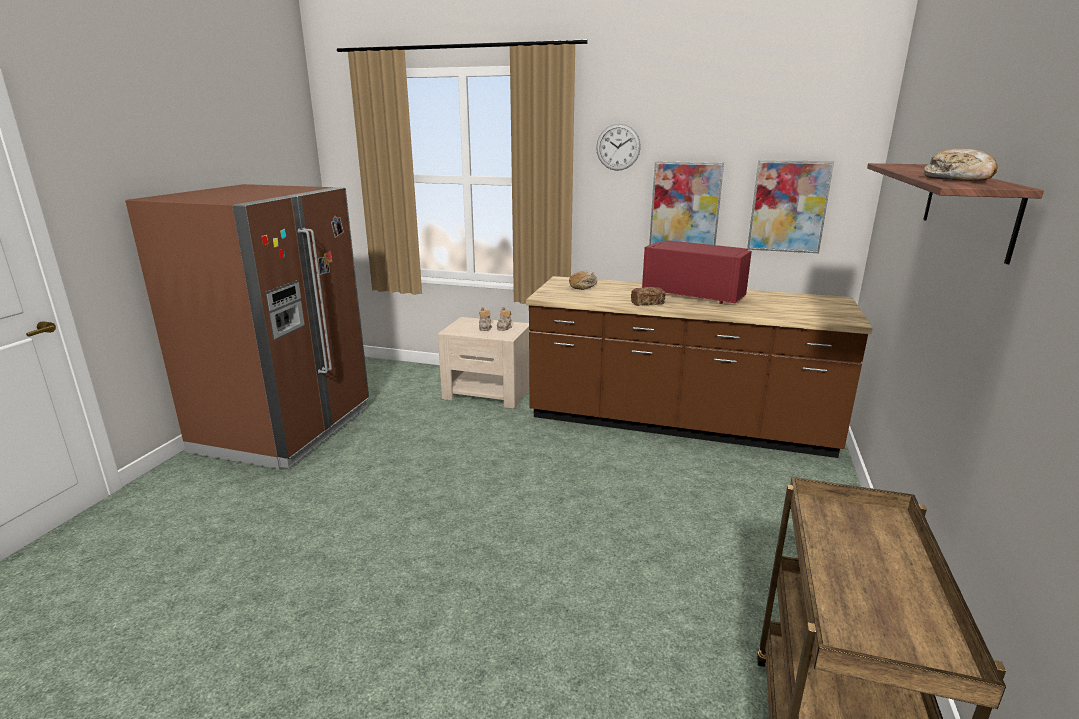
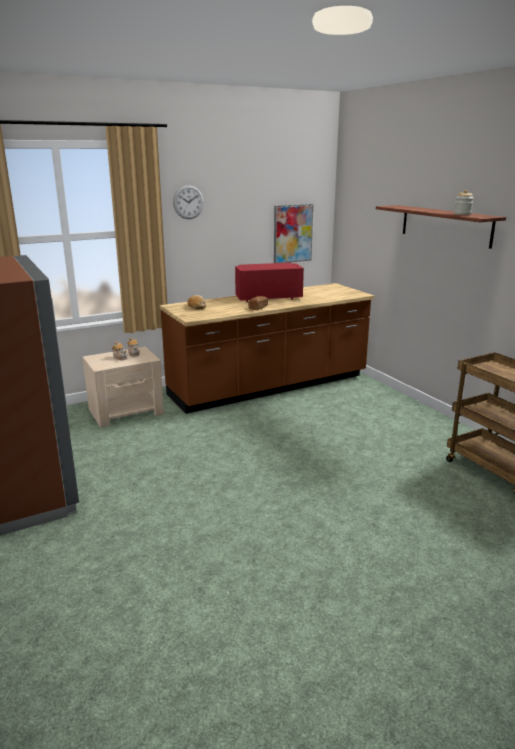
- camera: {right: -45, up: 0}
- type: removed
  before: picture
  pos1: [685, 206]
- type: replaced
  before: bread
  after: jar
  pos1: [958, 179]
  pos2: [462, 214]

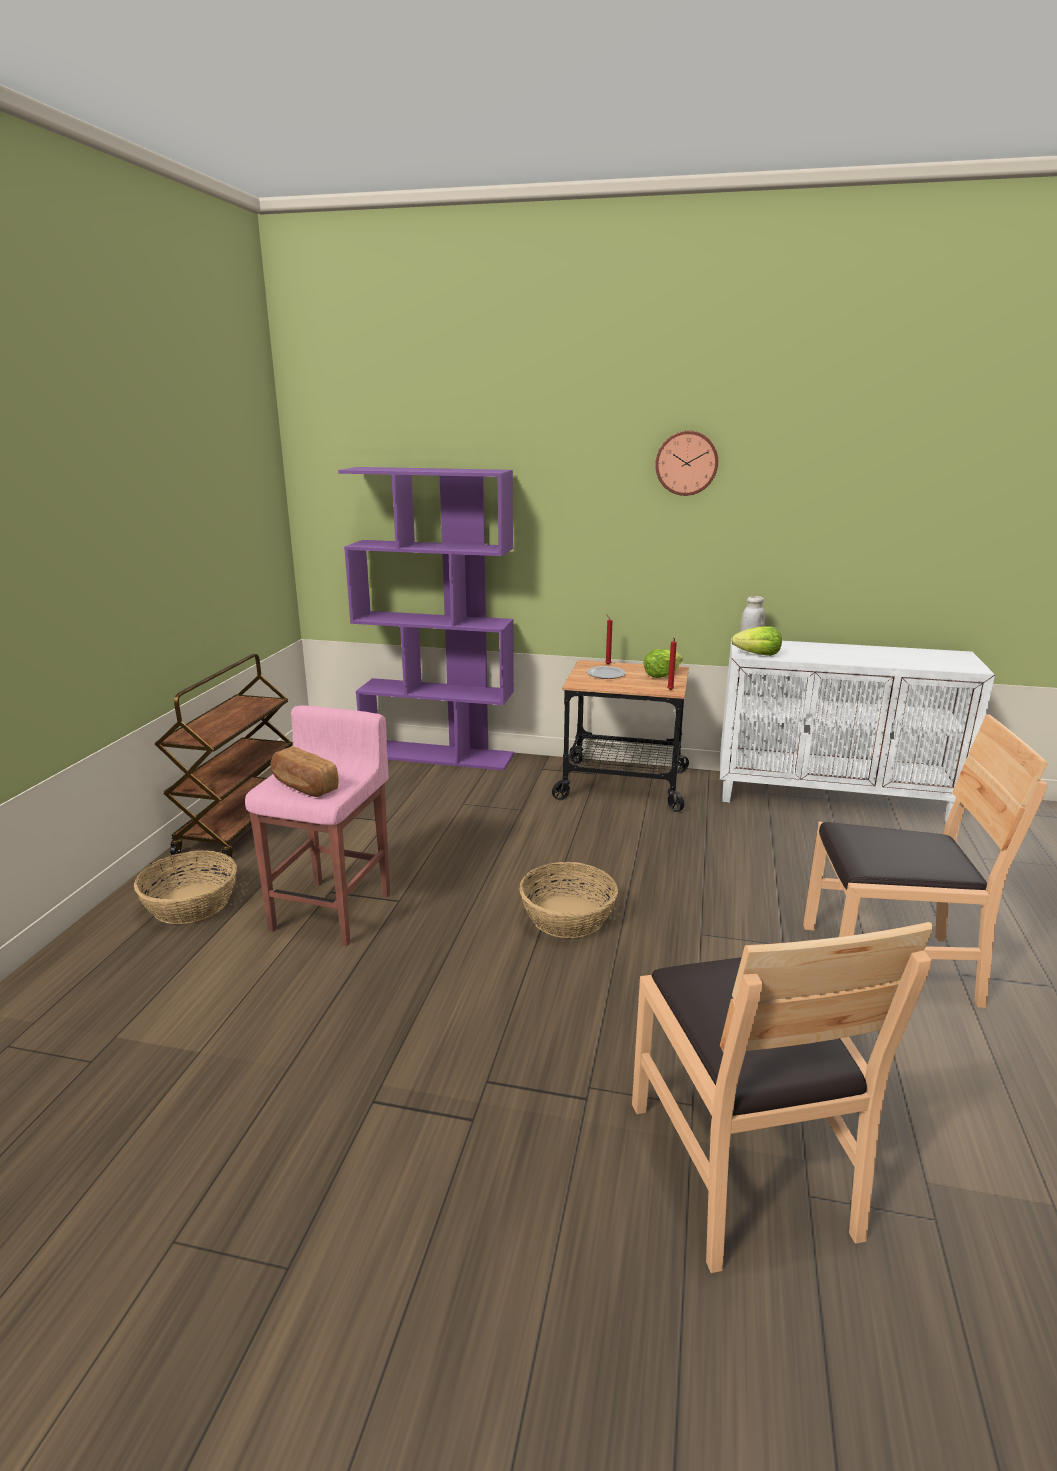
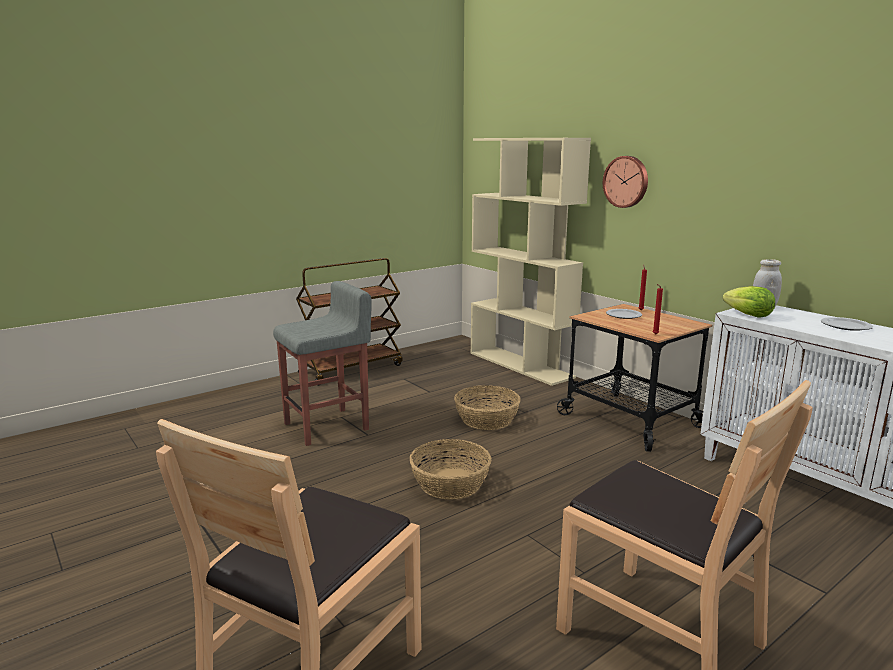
- camera: {right: 40, up: -5}
- type: moved
  before: basket
  pos1: [190, 904]
  pos2: [486, 419]
- type: recoloured
  before: pink_stool
  after: grey_stool
  pos1: [333, 910]
  pos2: [328, 426]
- type: removed
  before: bread
  pos1: [303, 786]
- type: recoloured
  before: purple_bookcase
  after: beige_bookcase
  pos1: [439, 755]
  pos2: [521, 365]
- type: removed
  before: lettuce
  pos1: [661, 675]
- type: moved
  before: wall_clock
  pos1: [686, 463]
  pos2: [626, 181]
- type: added
  after: plate
  pos2: [845, 326]

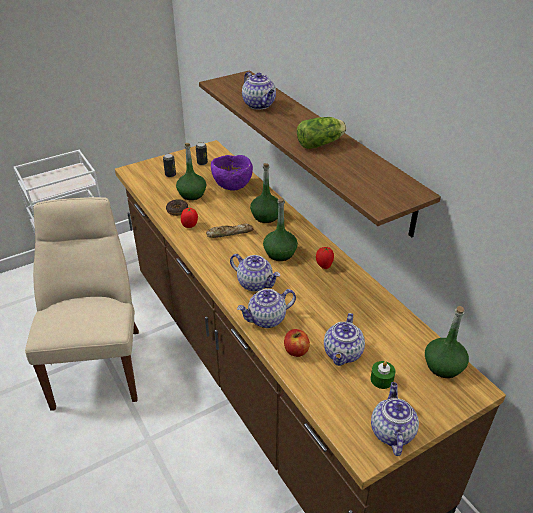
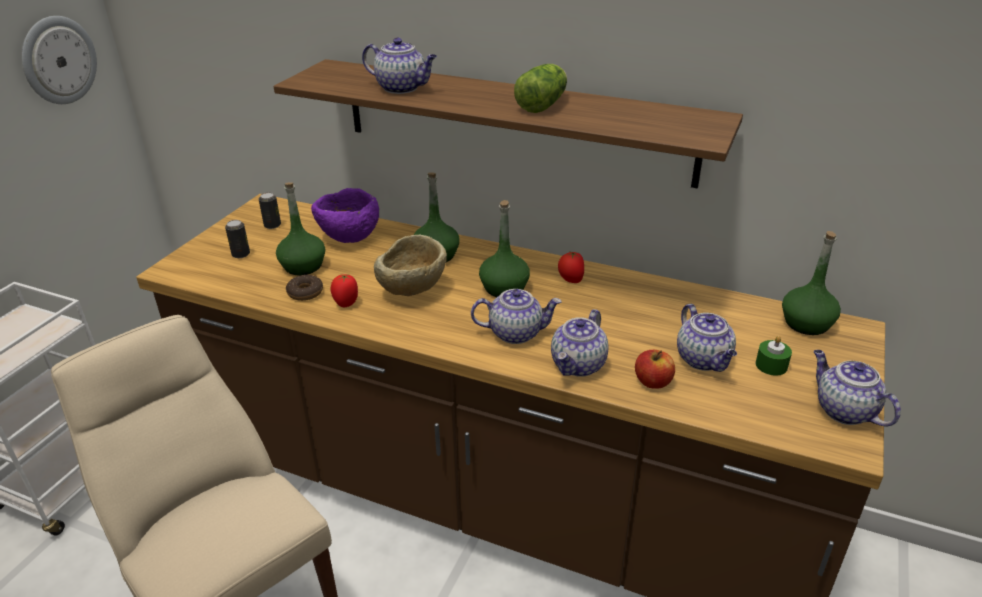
- camera: {right: -35, up: -5}
- type: replaced
  before: bread
  after: beige_bowl
  pos1: [229, 233]
  pos2: [412, 291]
- type: added
  after: wall_clock
  pos2: [58, 60]

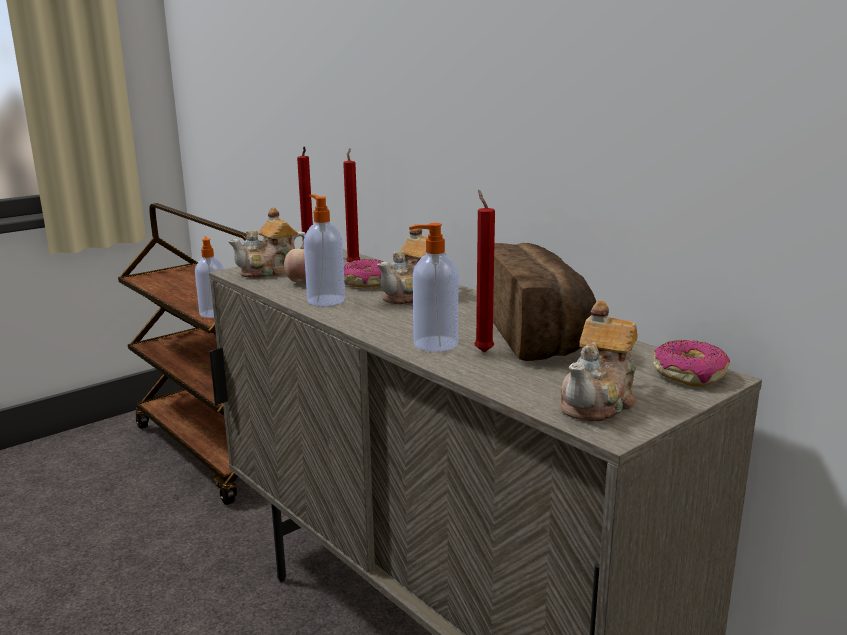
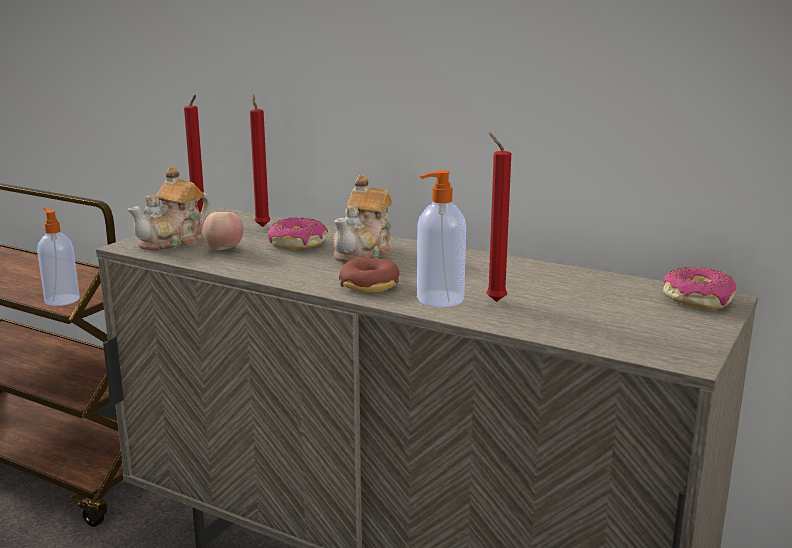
- camera: {right: -20, up: 0}
- type: removed
  before: soap_dispenser
  pos1: [325, 300]
- type: removed
  before: bread
  pos1: [538, 333]
- type: removed
  before: teapot
  pos1: [599, 402]
- type: added
  after: donut
  pos2: [369, 285]

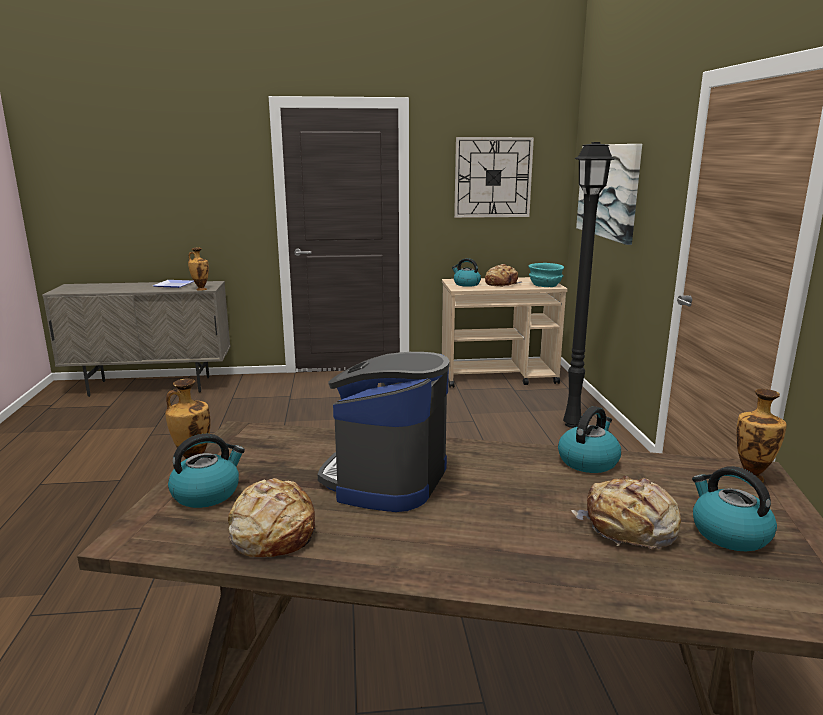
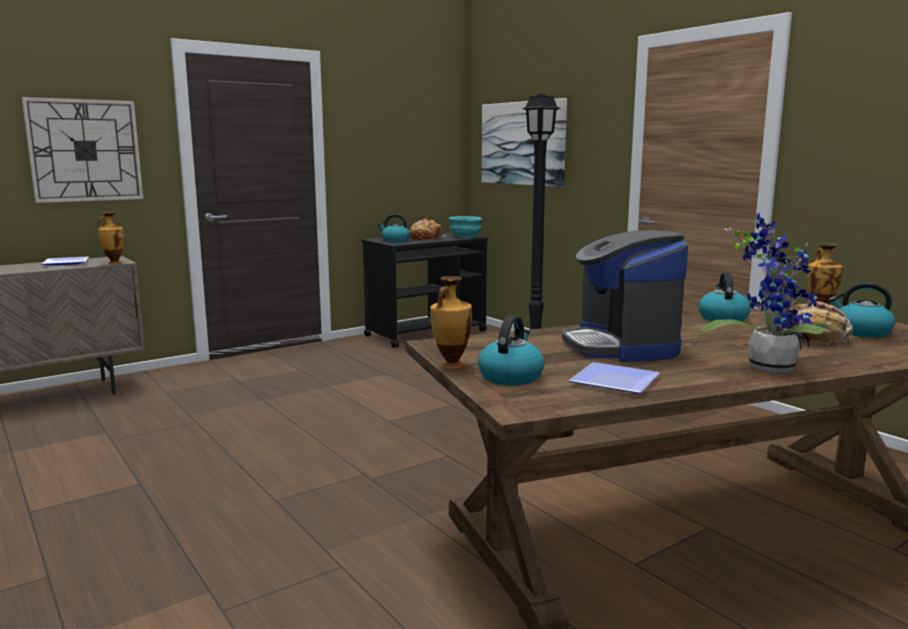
- camera: {right: -30, up: -5}
- type: replaced
  before: bread
  after: plate
  pos1: [272, 532]
  pos2: [616, 383]
- type: recoloured
  before: beige_cart
  after: black_cart
  pos1: [499, 377]
  pos2: [427, 333]
- type: moved
  before: wall_clock
  pos1: [493, 177]
  pos2: [85, 150]
- type: added
  after: potted_plant
  pos2: [767, 366]

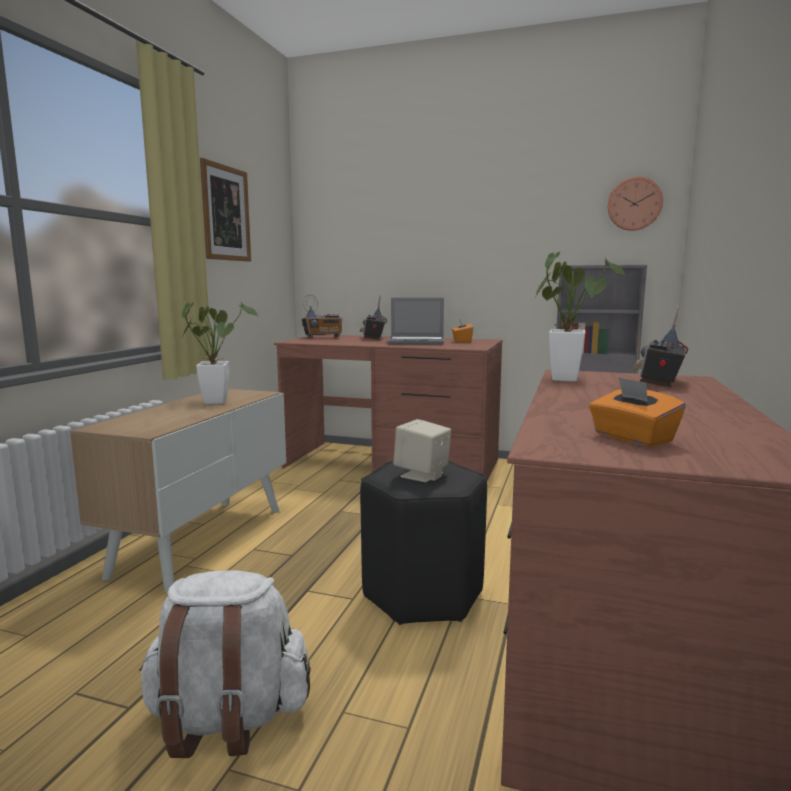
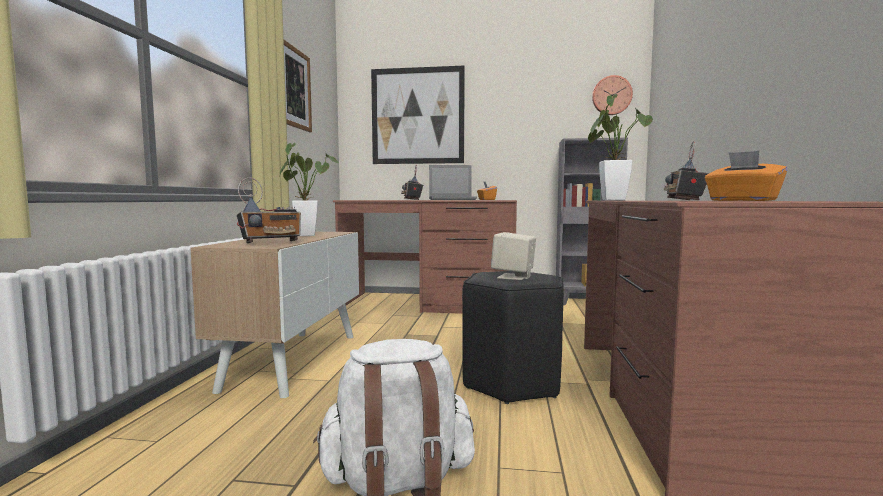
- camera: {right: -10, up: -5}
- type: moved
  before: radio
  pos1: [323, 337]
  pos2: [271, 242]
- type: added
  after: picture
  pos2: [417, 116]

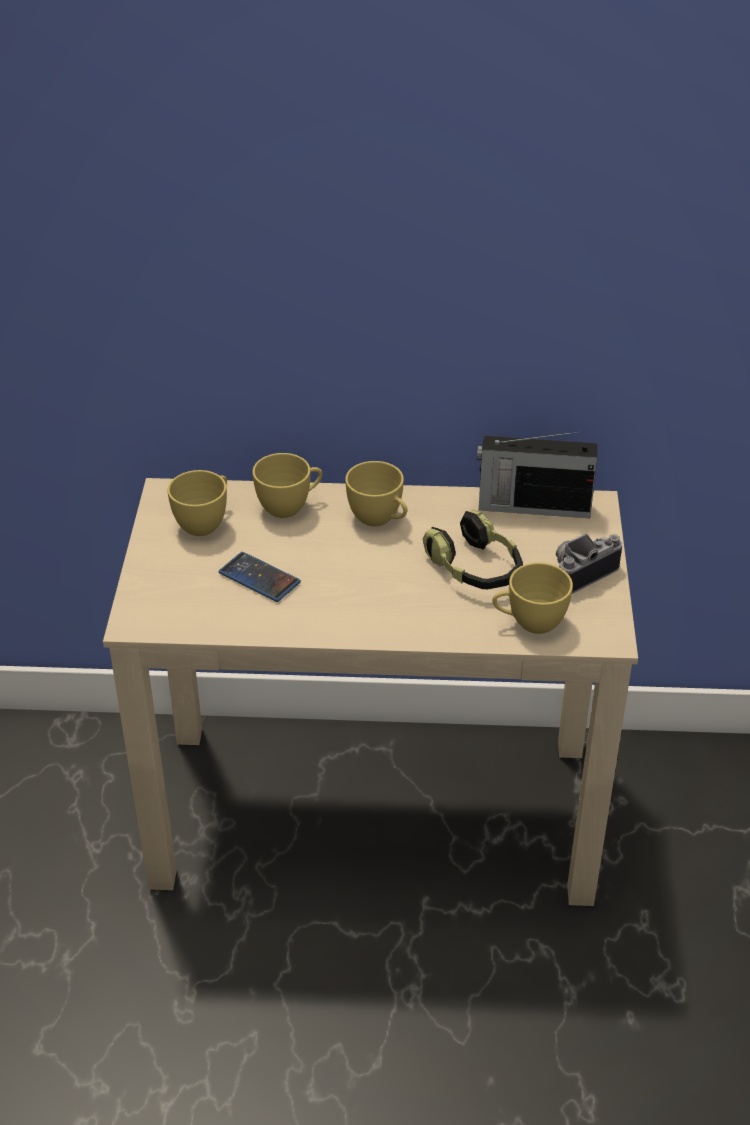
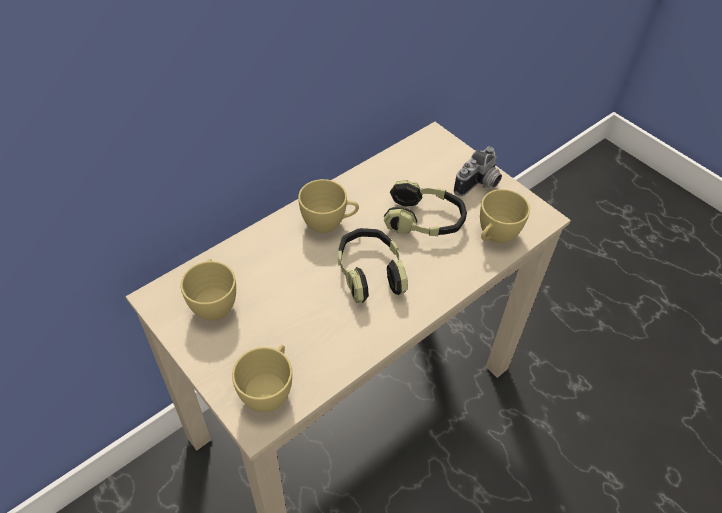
- camera: {right: -45, up: 10}
- type: removed
  before: phone
  pos1: [259, 578]
- type: moved
  before: yellow_cup
  pos1: [290, 506]
  pos2: [269, 390]
- type: removed
  before: radio
  pos1: [532, 506]
- type: turned
  before: photo_camera
  pos1: [580, 572]
  pos2: [479, 185]
  turn: -150
- type: added
  after: headphones
  pos2: [369, 273]

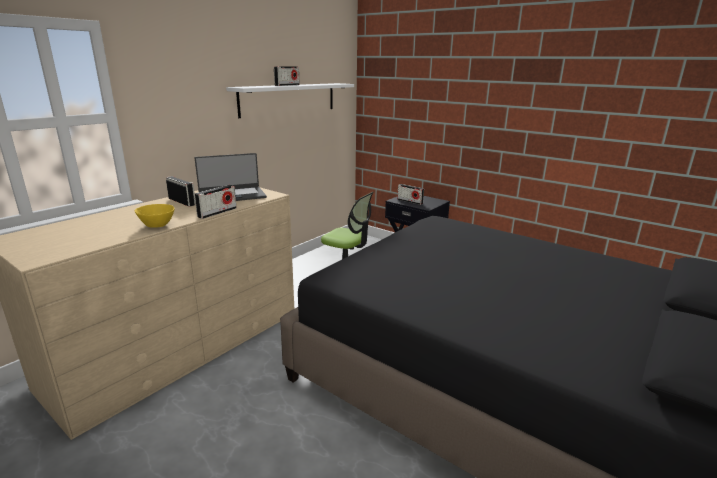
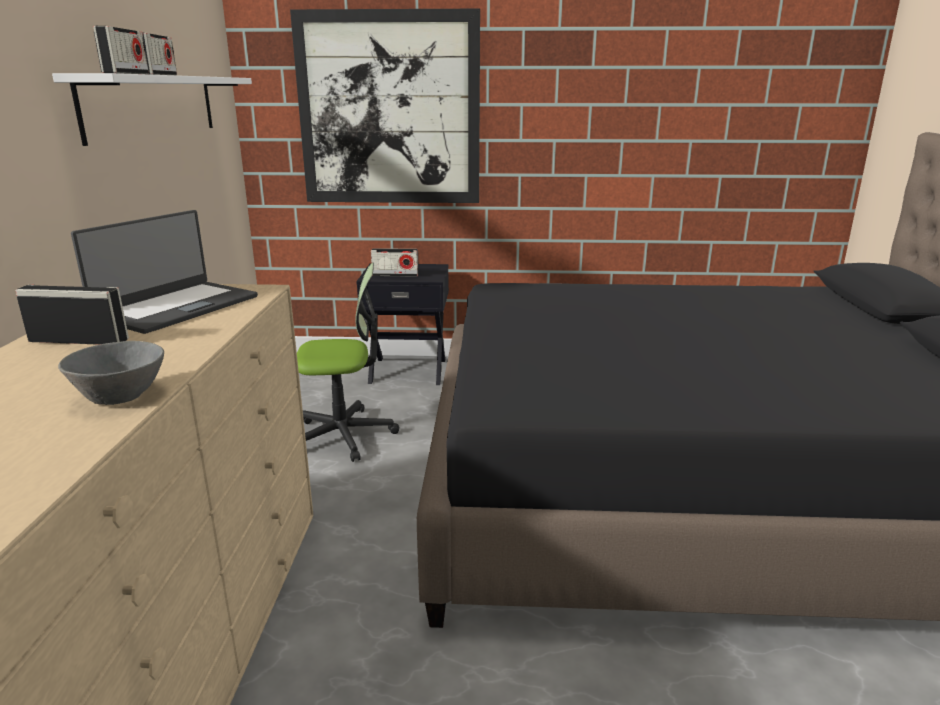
- camera: {right: -35, up: 0}
- type: recoloured
  before: yellow_bowl
  after: grey_bowl
  pos1: [157, 225]
  pos2: [122, 397]
- type: moved
  before: radio
  pos1: [217, 212]
  pos2: [126, 73]
- type: added
  after: picture
  pos2: [389, 110]

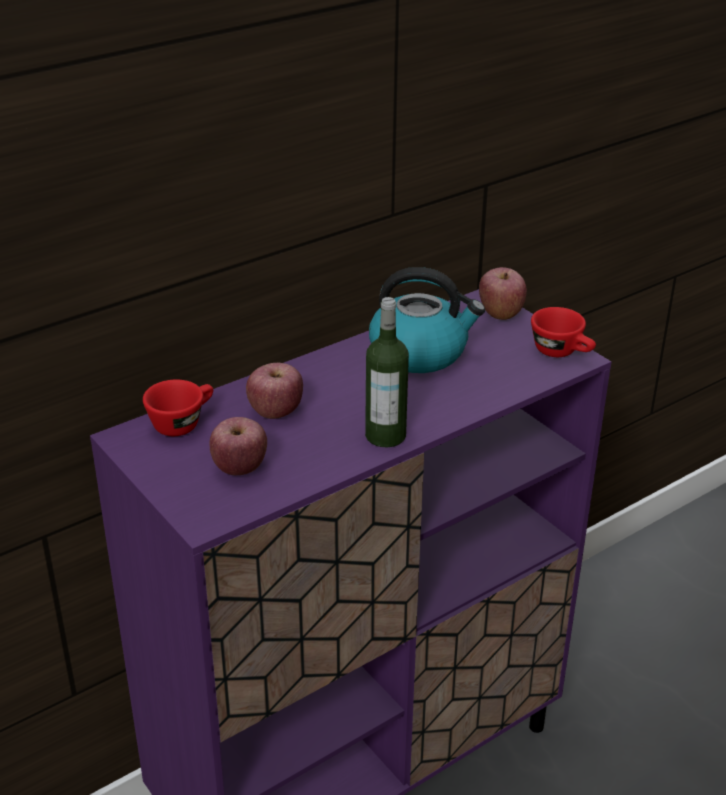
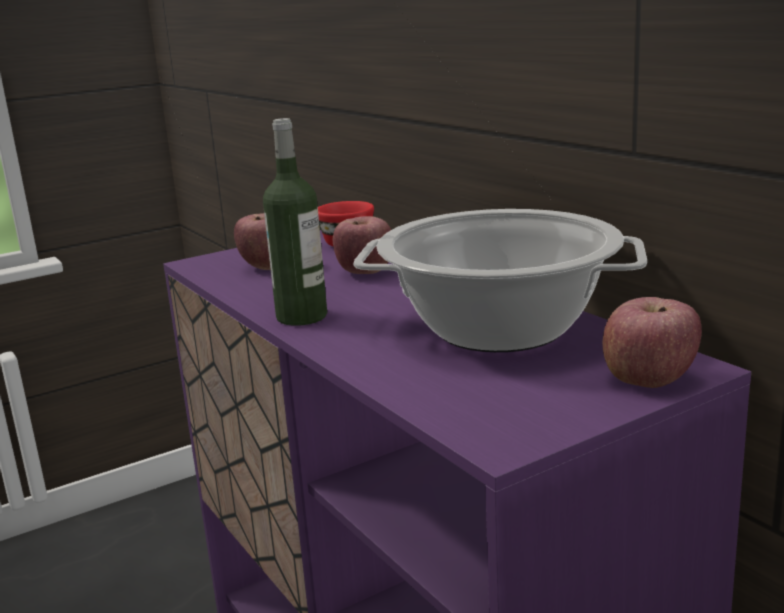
- camera: {right: 95, up: -15}
- type: replaced
  before: kettle
  after: cooking_pot
  pos1: [420, 352]
  pos2: [501, 328]
- type: removed
  before: red_cup
  pos1: [562, 352]

